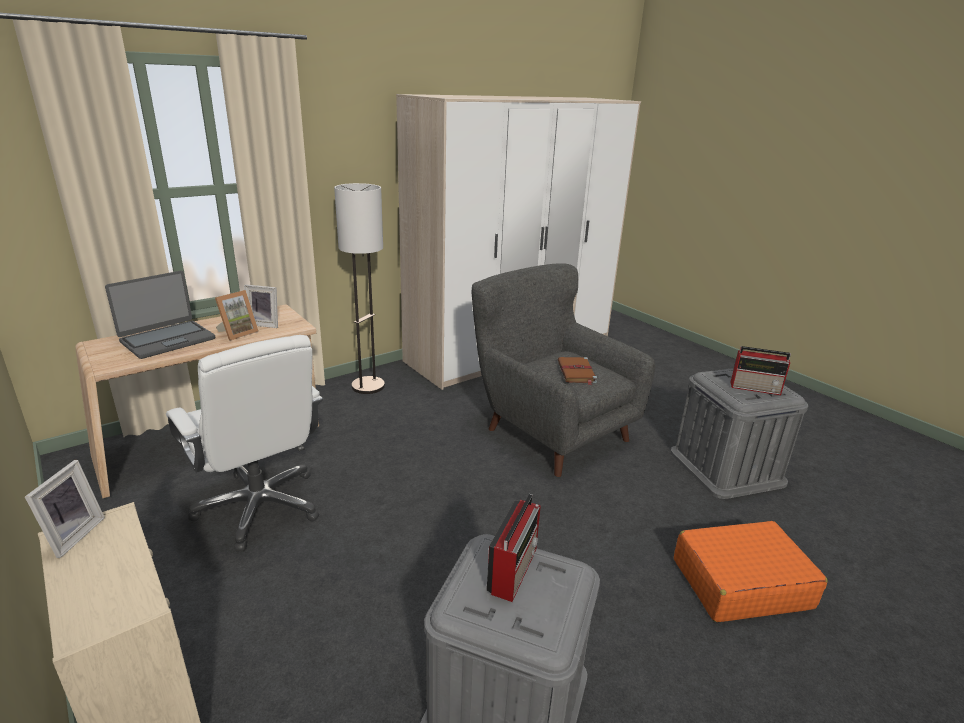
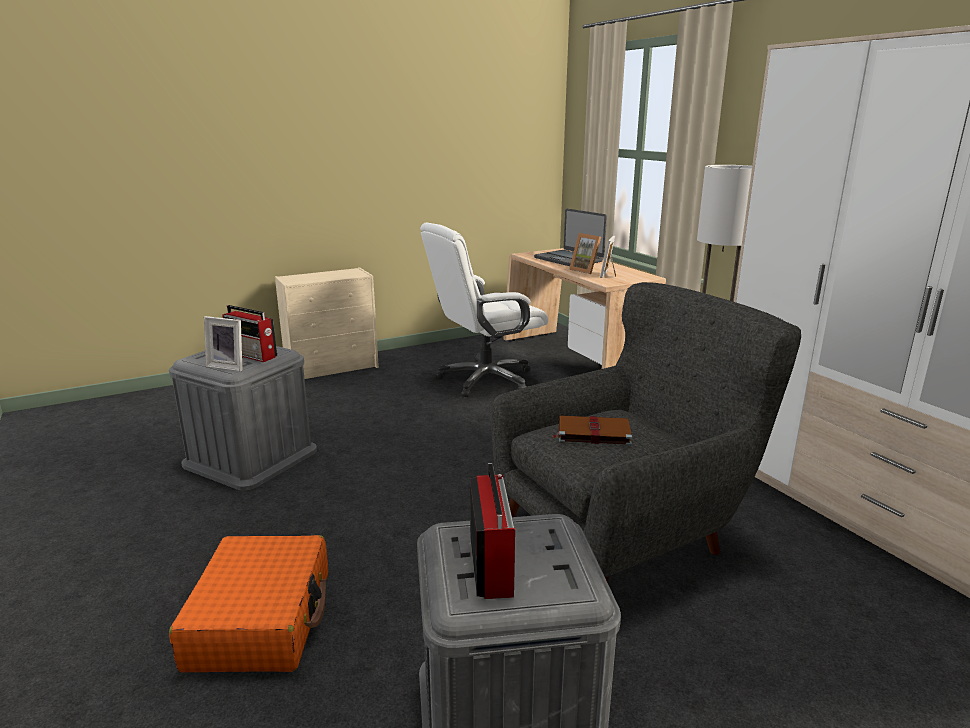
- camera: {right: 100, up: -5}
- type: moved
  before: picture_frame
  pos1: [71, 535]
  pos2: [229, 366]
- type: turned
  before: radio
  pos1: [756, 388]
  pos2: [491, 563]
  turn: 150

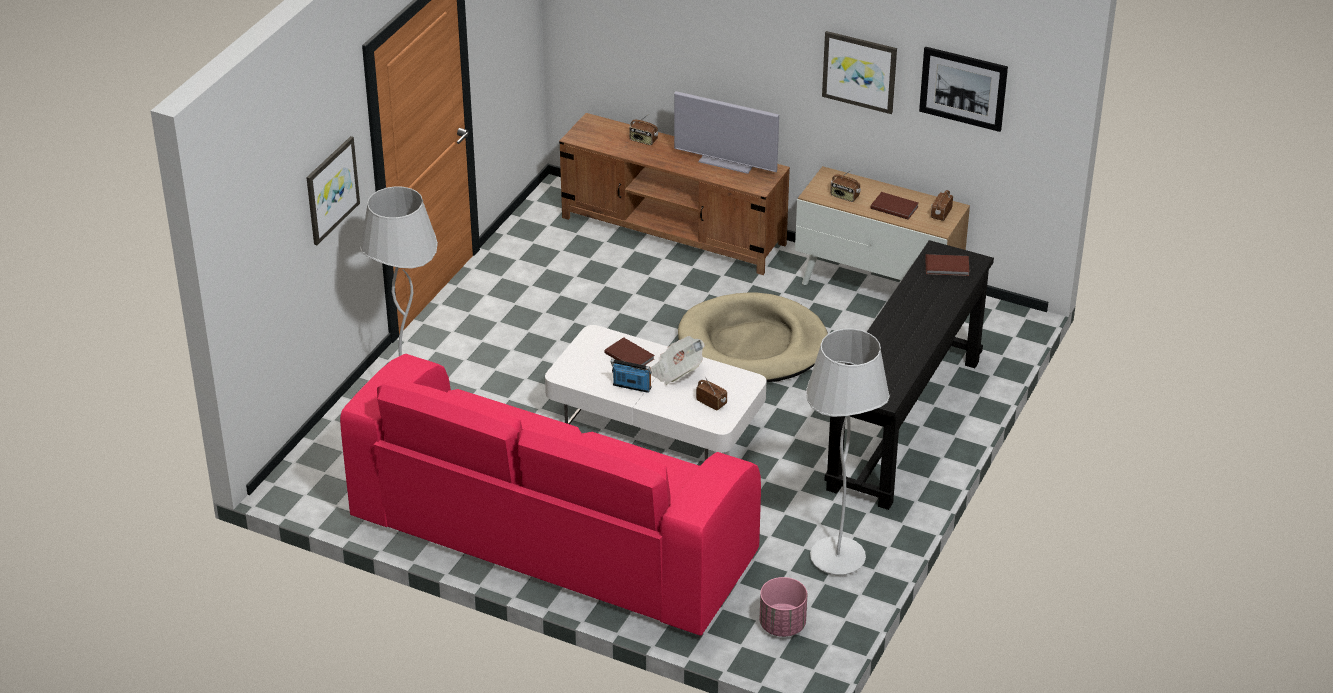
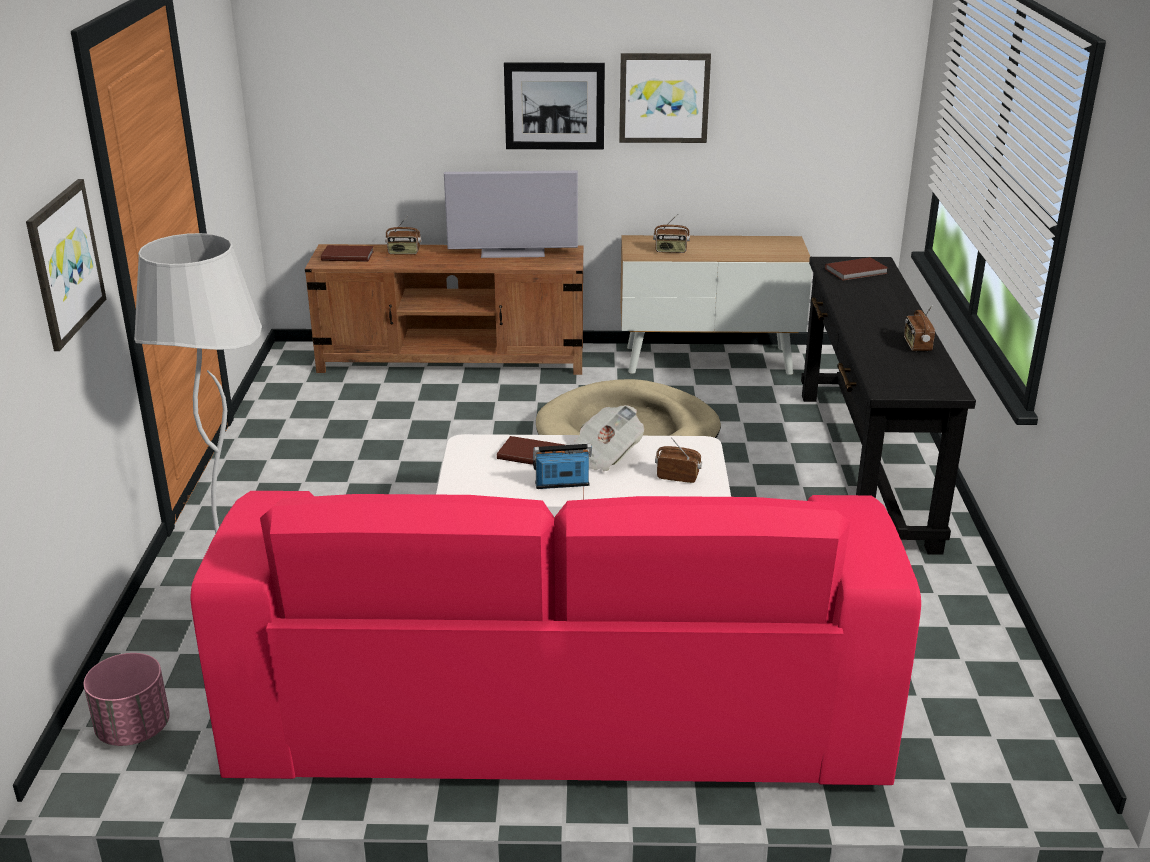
- camera: {right: -25, up: -10}
- type: moved
  before: pink_planter
  pos1: [782, 625]
  pos2: [134, 730]
- type: removed
  before: white_floor_lamp
  pos1: [837, 559]
- type: moved
  before: brown_book
  pos1: [894, 207]
  pos2: [347, 255]
- type: moved
  before: picture
  pos1: [963, 88]
  pos2: [554, 106]
- type: moved
  before: radio
  pos1: [940, 214]
  pos2: [916, 345]

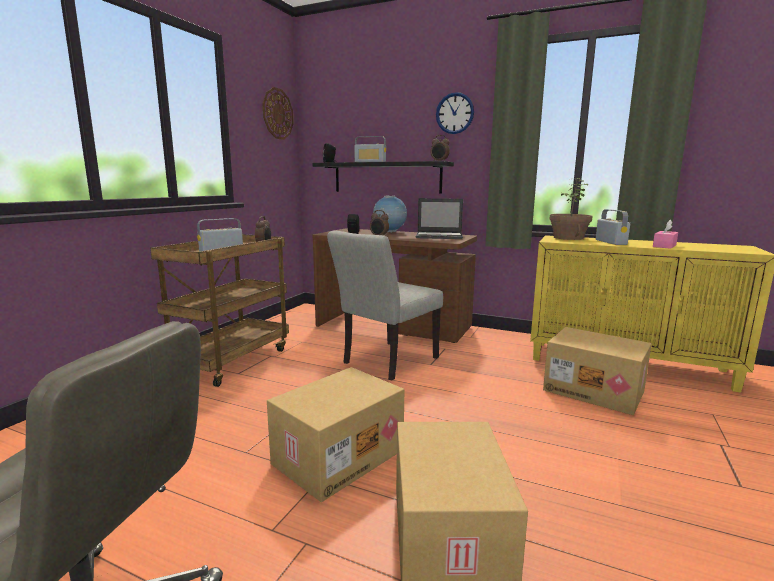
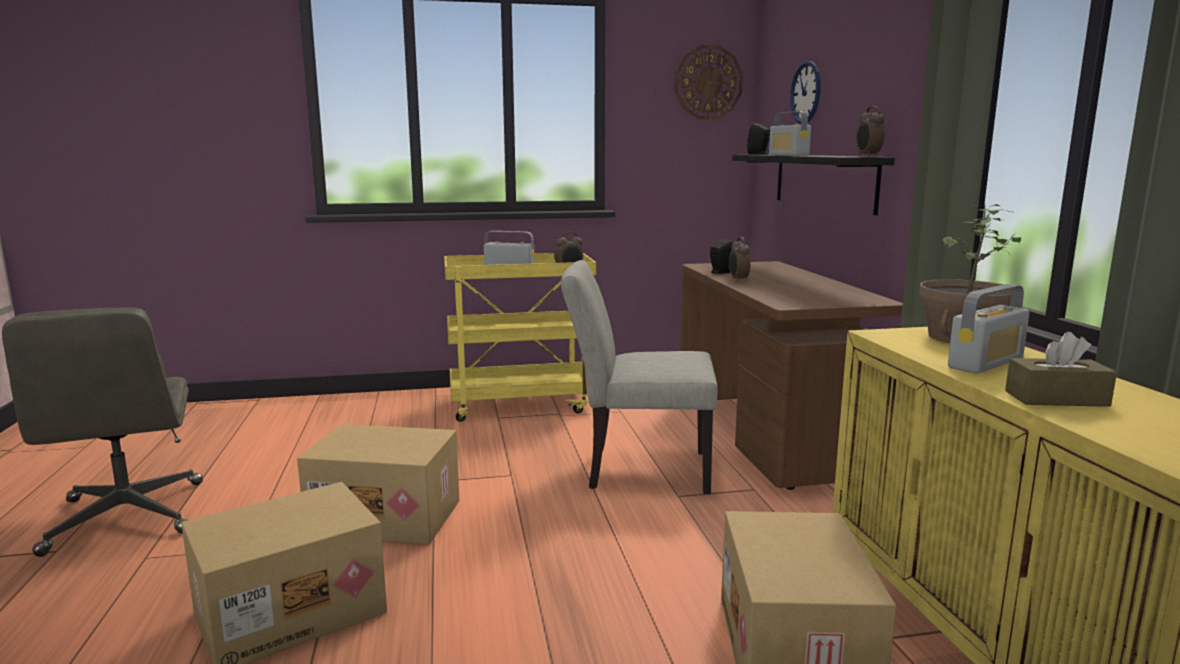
- camera: {right: 55, up: 0}
- type: recoloured
  before: brown_cart
  after: yellow_cart
  pos1: [232, 360]
  pos2: [522, 404]
- type: removed
  before: globe
  pos1: [389, 232]
- type: removed
  before: laptop
  pos1: [440, 236]
- type: moved
  before: wall_clock
  pos1: [454, 113]
  pos2: [806, 92]
- type: recoloured
  before: pink_tissue_box
  after: brown_tissue_box
  pos1: [664, 246]
  pos2: [1056, 398]

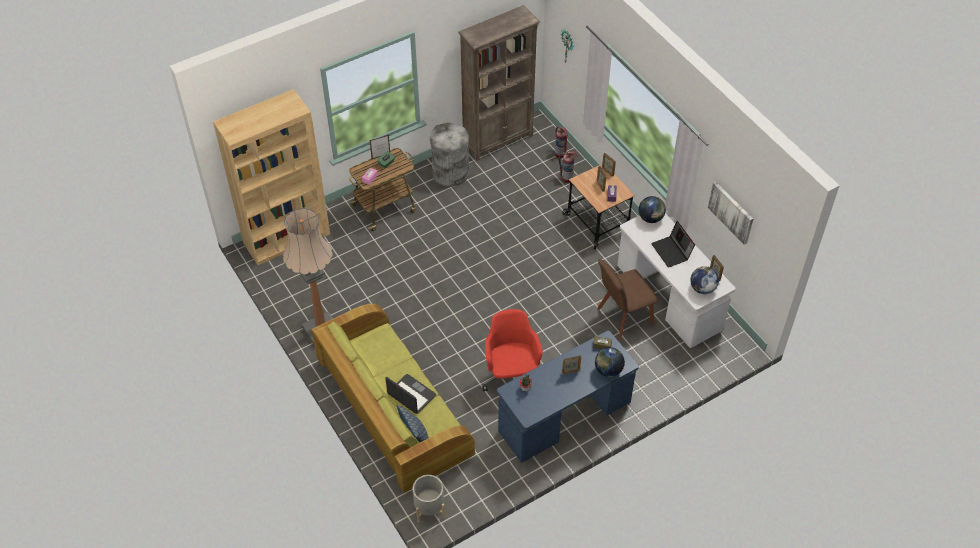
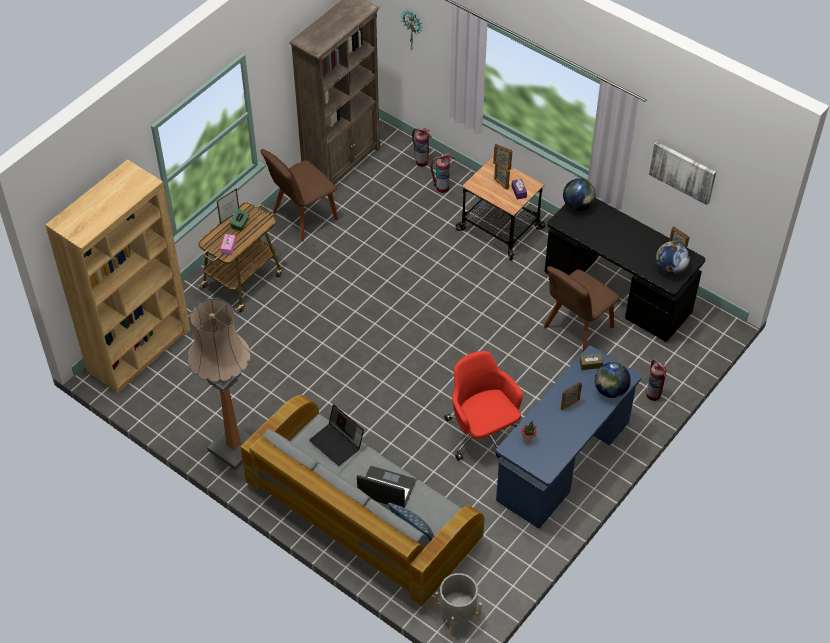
- camera: {right: -20, up: 0}
- type: recoloured
  before: green_sofa
  after: grey_sofa
  pos1: [392, 408]
  pos2: [361, 513]
- type: replaced
  before: grey_trash_can
  after: brown_chair
  pos1: [450, 173]
  pos2: [302, 217]
- type: recoloured
  before: white_desk
  after: black_desk
  pos1: [668, 298]
  pos2: [617, 292]
- type: moved
  before: laptop
  pos1: [672, 252]
  pos2: [337, 443]
- type: added
  after: fire_extinguisher
  pos2: [653, 394]

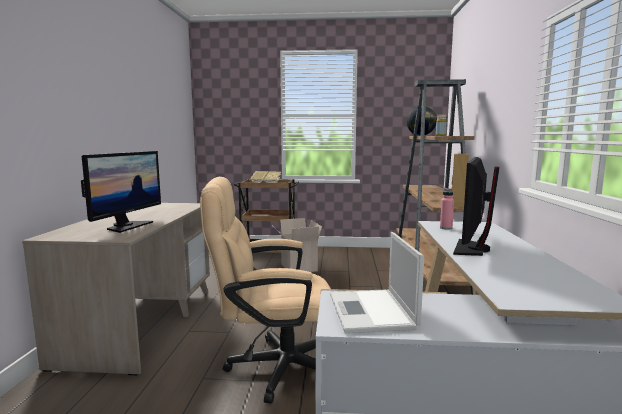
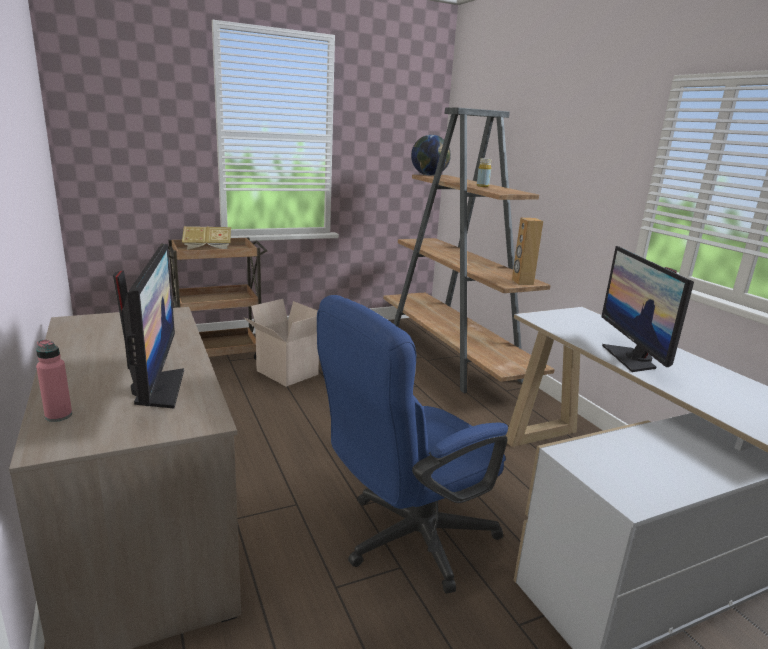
- camera: {right: -30, up: 10}
- type: recoloured
  before: beige_office_chair
  after: blue_office_chair
  pos1: [273, 367]
  pos2: [406, 540]
- type: removed
  before: laptop
  pos1: [372, 311]
- type: moved
  before: pink_bottle
  pos1: [446, 228]
  pos2: [58, 416]

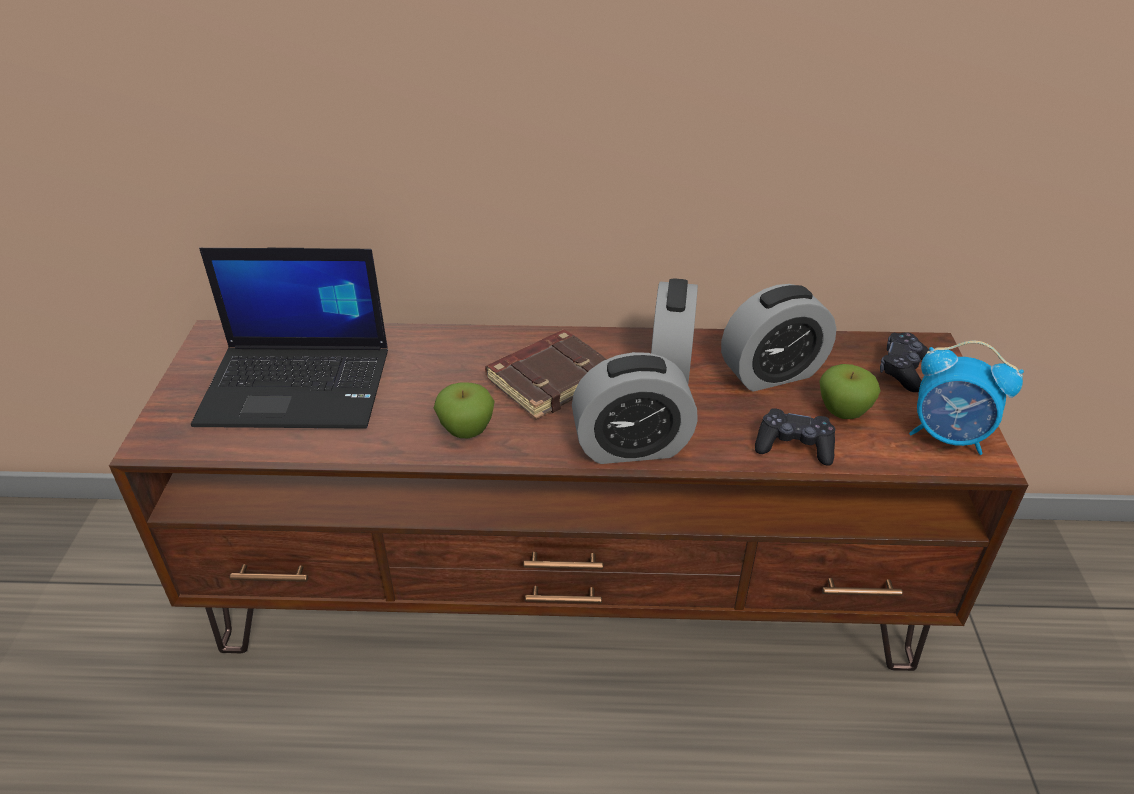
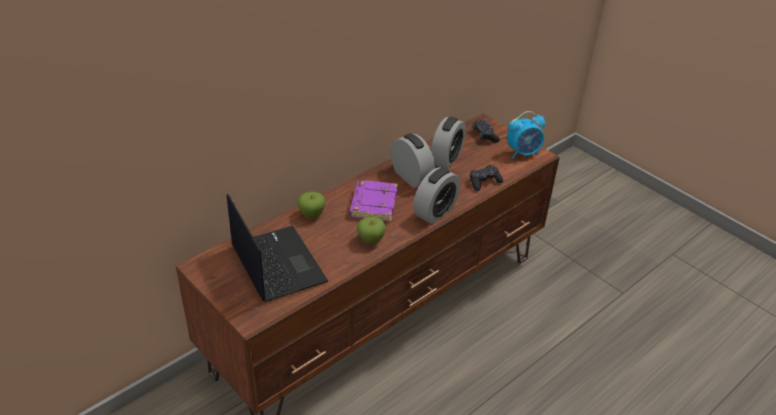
- camera: {right: -45, up: 0}
- type: turned
  before: laptop
  pos1: [299, 386]
  pos2: [276, 263]
  turn: -75
- type: recoloured
  before: brown_book
  after: purple_book
  pos1: [550, 379]
  pos2: [373, 204]
- type: moved
  before: apple
  pos1: [842, 412]
  pos2: [312, 214]

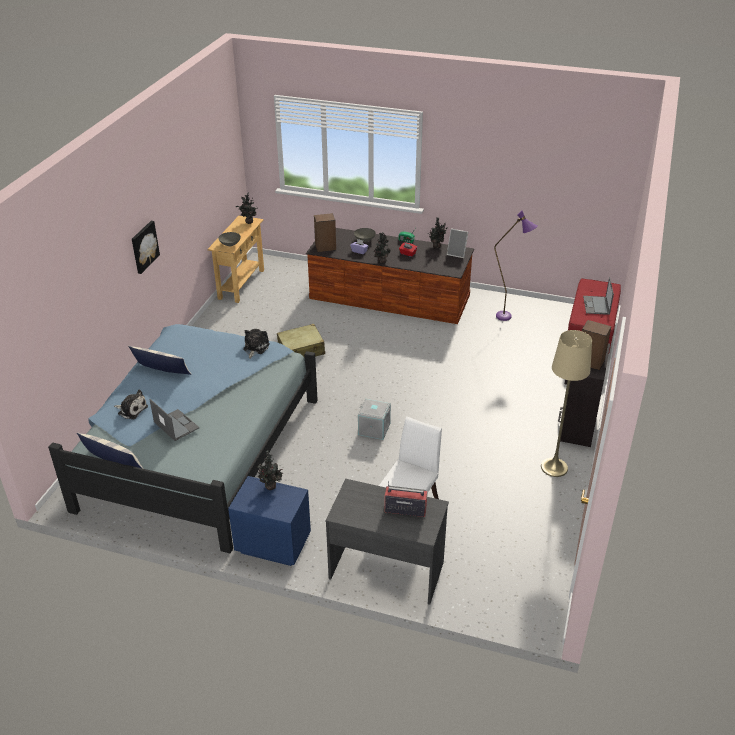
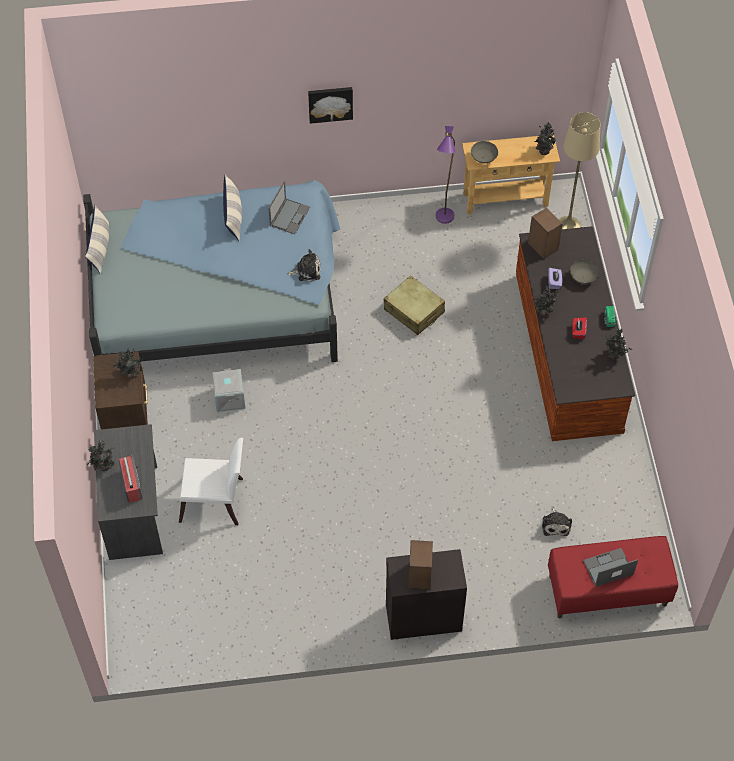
- camera: {right: 65, up: 20}
- type: moved
  before: plush_toy
  pos1: [131, 410]
  pos2: [555, 524]
- type: moved
  before: laptop
  pos1: [176, 425]
  pos2: [290, 216]
- type: recoloured
  before: blue_nightstand
  after: brown_nightstand
  pos1: [272, 544]
  pos2: [126, 412]
- type: moved
  before: grey_storage_box
  pos1: [373, 429]
  pos2: [229, 398]
- type: removed
  before: picture_frame
  pos1: [457, 253]
- type: moved
  before: purple_floor_lamp
  pos1: [509, 318]
  pos2: [444, 222]
- type: moved
  before: beige_floor_lamp
  pos1: [554, 467]
  pos2: [568, 227]
- type: added
  after: potted_plant
  pos2: [104, 467]

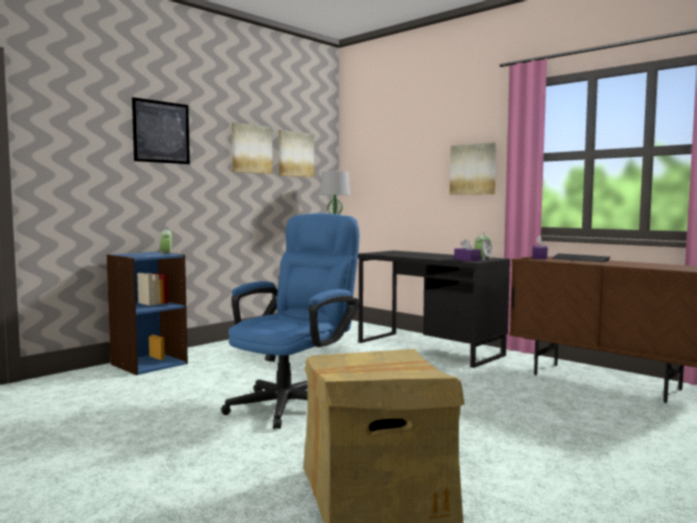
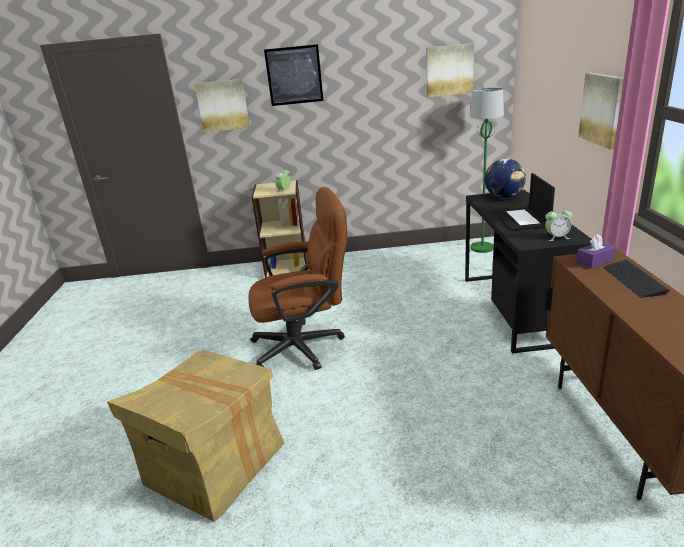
- camera: {right: 45, up: 20}
- type: recoloured
  before: blue_bookcase
  after: beige_bookcase
  pos1: [149, 364]
  pos2: [287, 268]
- type: recoloured
  before: blue_office_chair
  after: brown_office_chair
  pos1: [293, 402]
  pos2: [306, 345]
- type: moved
  before: picture
  pos1: [251, 149]
  pos2: [223, 105]
- type: removed
  before: purple_tissue_box
  pos1: [467, 260]
- type: added
  after: globe
  pos2: [504, 197]
- type: added
  after: laptop
  pos2: [522, 219]

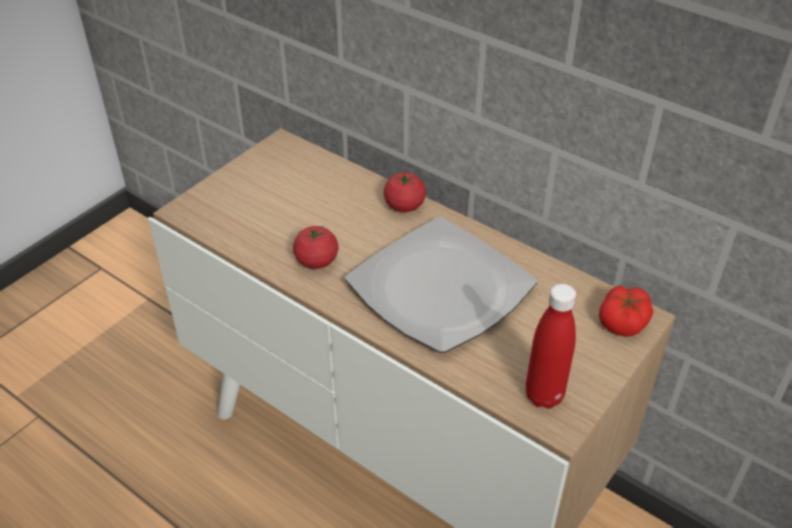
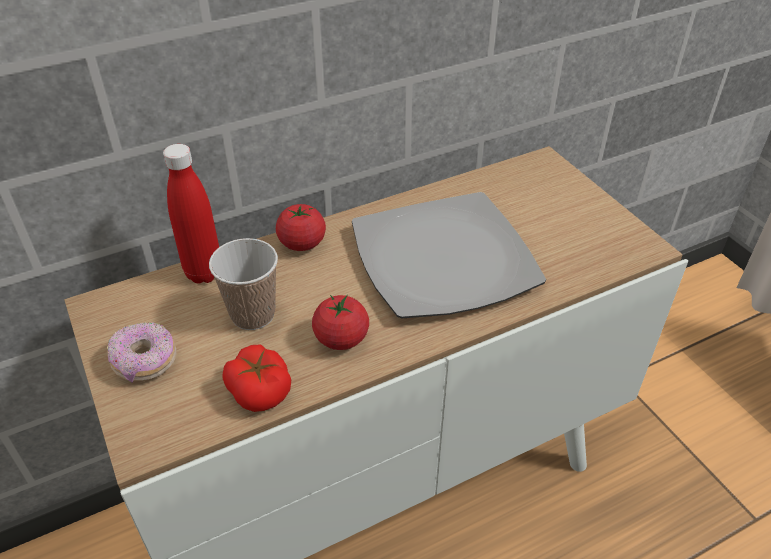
- camera: {right: -65, up: 0}
- type: moved
  before: red_bottle
  pos1: [544, 395]
  pos2: [204, 273]
- type: moved
  before: tomato
  pos1: [623, 321]
  pos2: [260, 390]
- type: added
  after: donut
  pos2: [145, 362]
- type: added
  after: cup
  pos2: [253, 315]

